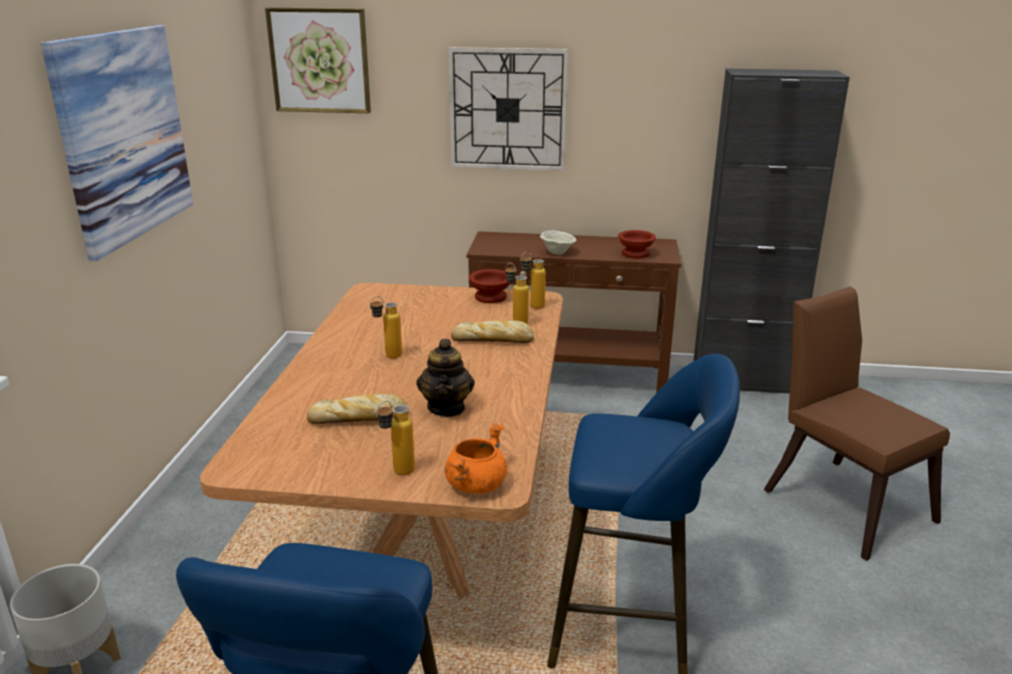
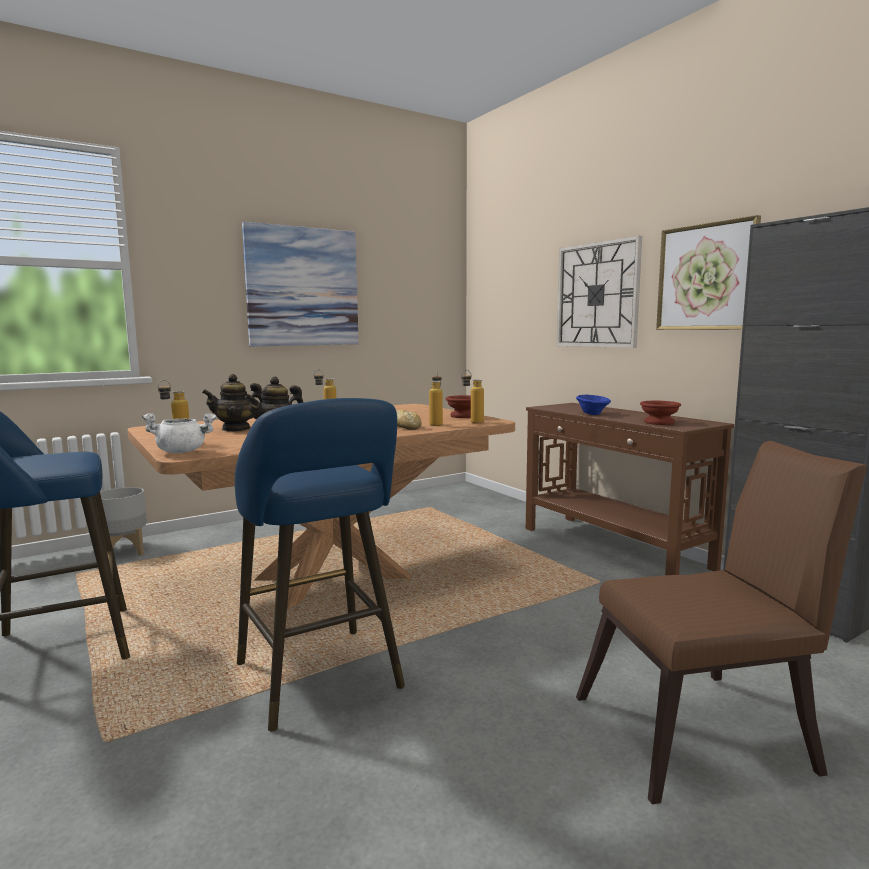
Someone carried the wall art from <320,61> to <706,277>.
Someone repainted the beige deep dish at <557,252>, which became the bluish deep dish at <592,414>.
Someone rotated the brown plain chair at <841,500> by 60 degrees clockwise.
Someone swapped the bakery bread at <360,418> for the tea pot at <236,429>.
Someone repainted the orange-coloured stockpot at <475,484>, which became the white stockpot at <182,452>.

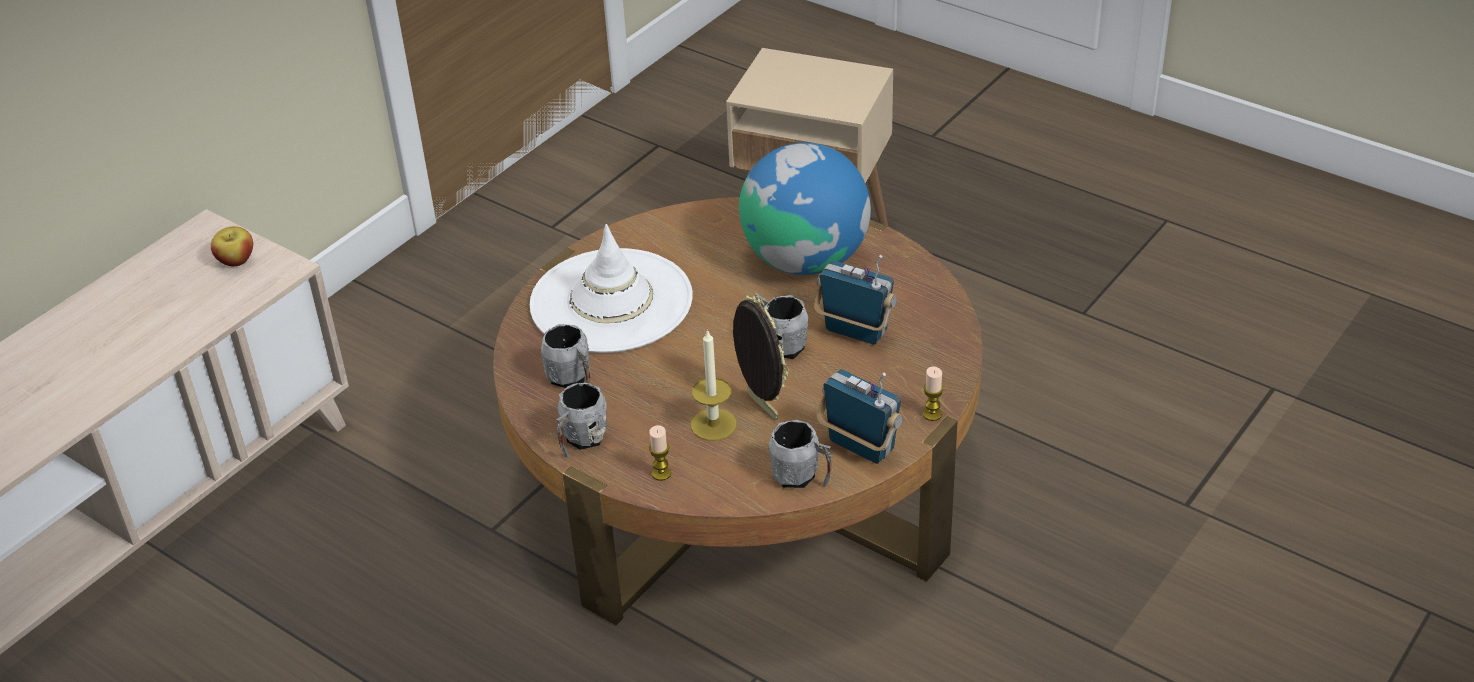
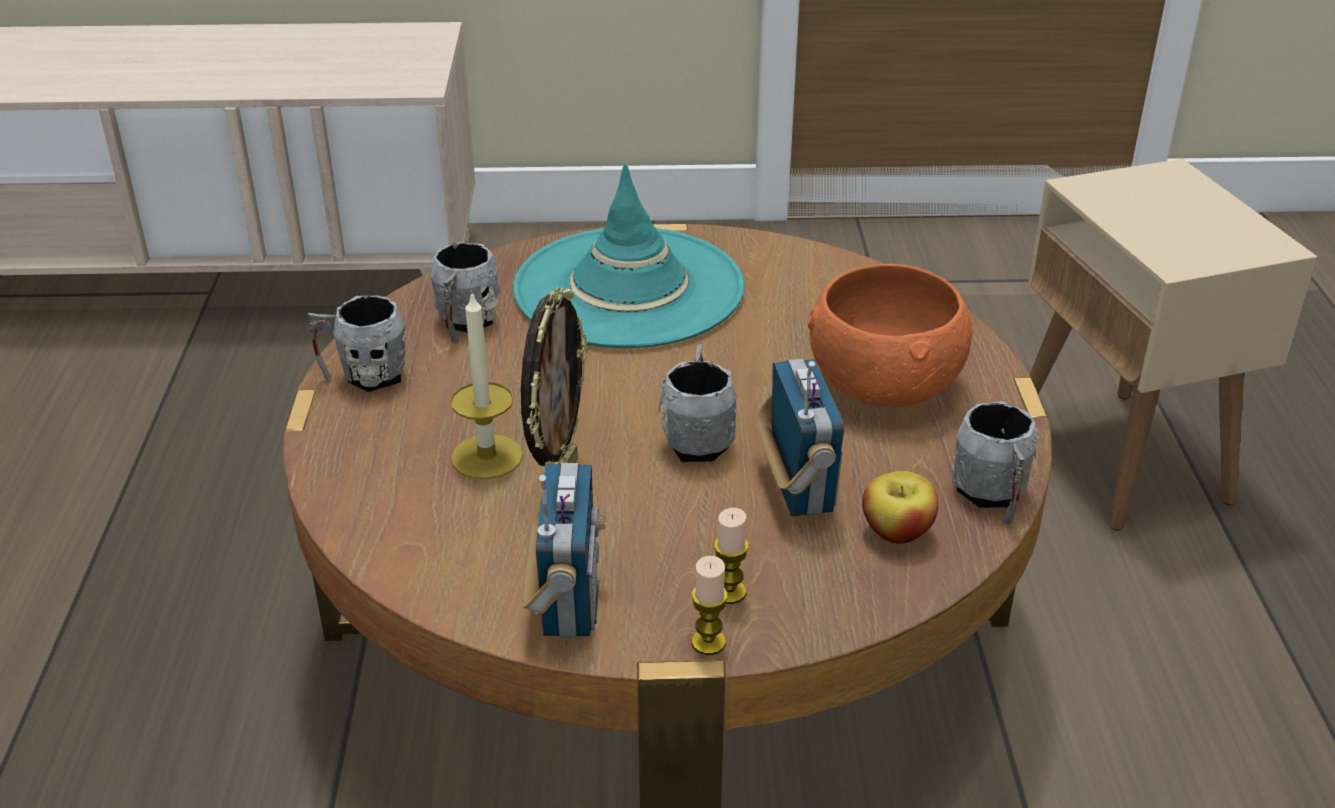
Someone swapped the globe at <805,259> for the orange-coloured deep dish at <886,383>.
Someone repainted the white wearable hat at <611,301>, which became the turquoise-coloured wearable hat at <629,288>.
Someone carried the whole apple from <236,260> to <897,531>.
Someone carried the grey coffee mug from <801,477> to <992,497>.
Someone carried the wax candle from <661,473> to <729,592>.

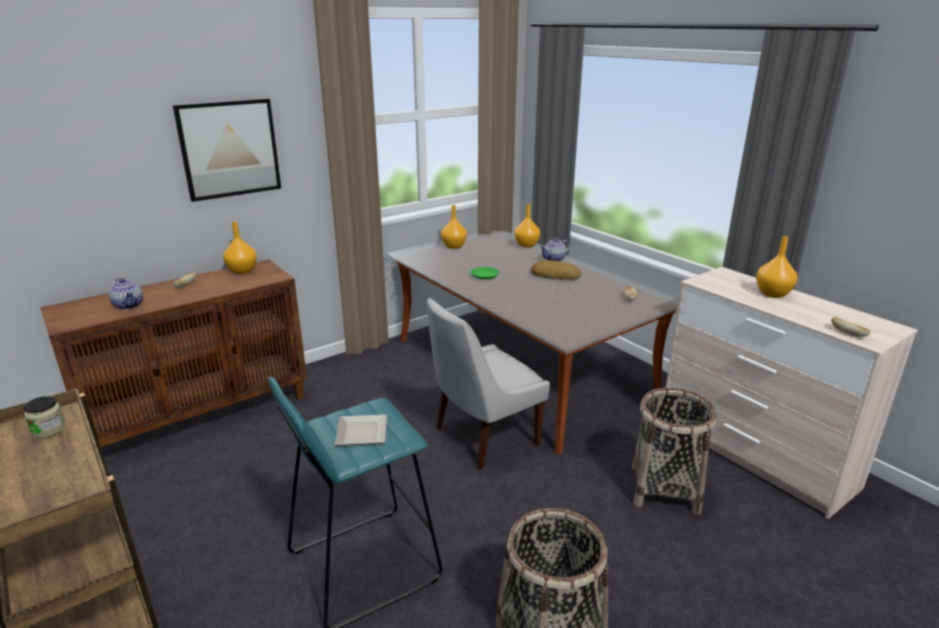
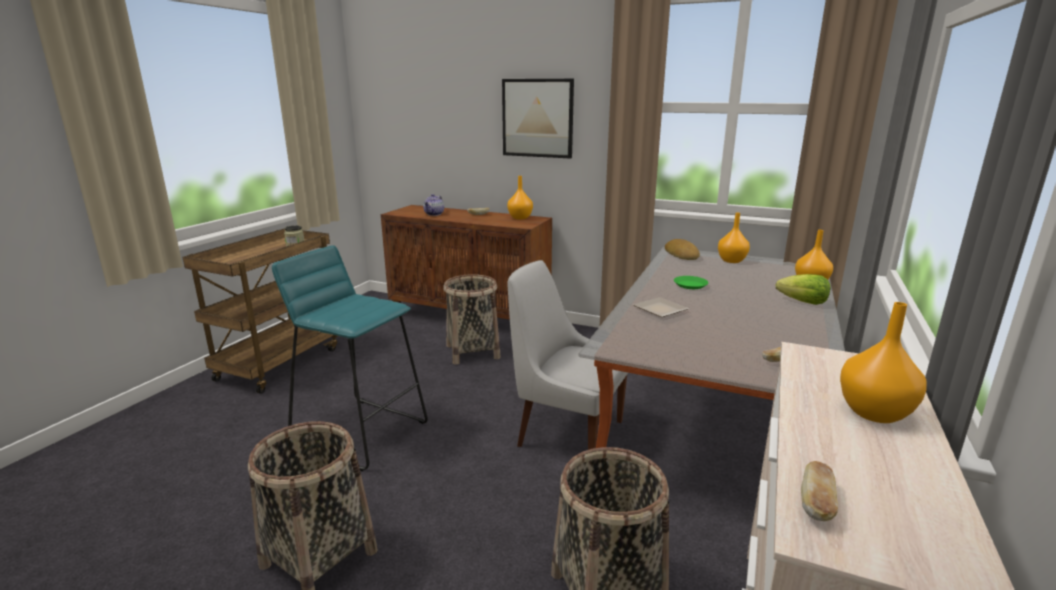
Someone swapped the tea pot at <554,259> for the lettuce at <803,302>.
Someone carried the bakery bread from <555,275> to <682,254>.
Someone carried the plate from <363,434> to <660,310>.
Someone put down the basket at <473,352>.

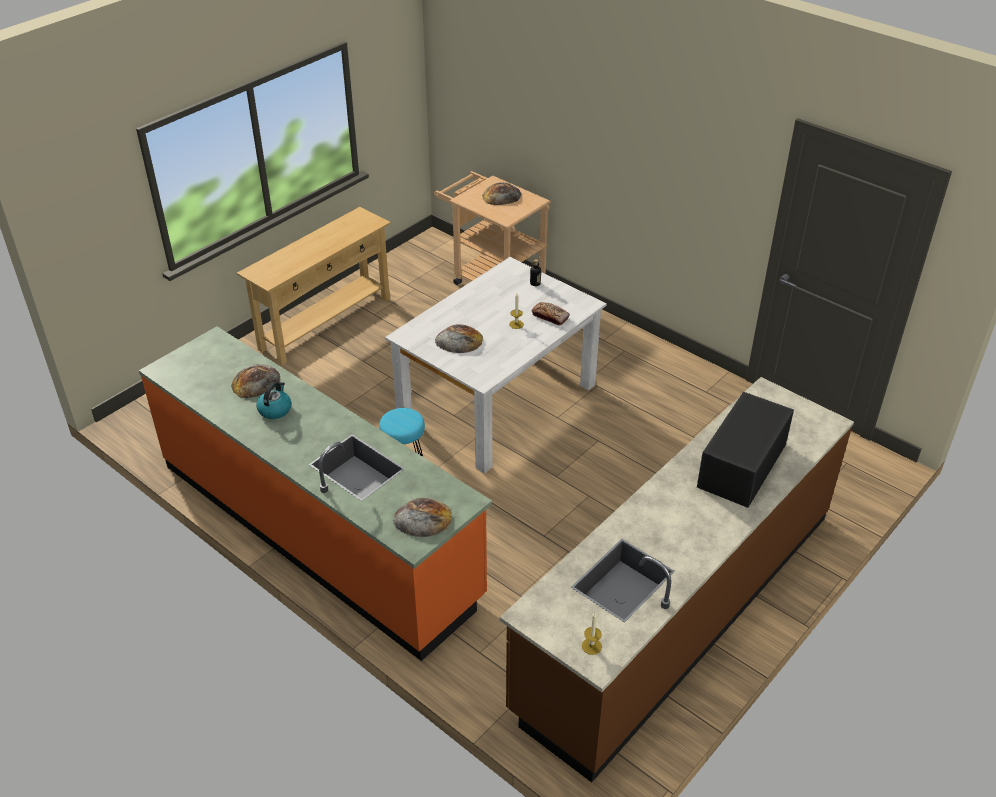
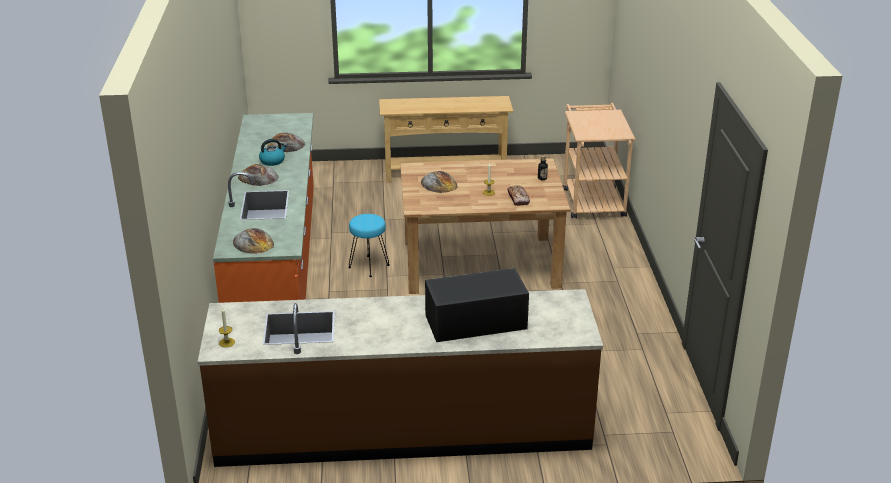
Someone carried the bakery bread from <501,196> to <258,177>.
Someone repainted the white dinner table at <497,402>, which became the brown dinner table at <479,264>.

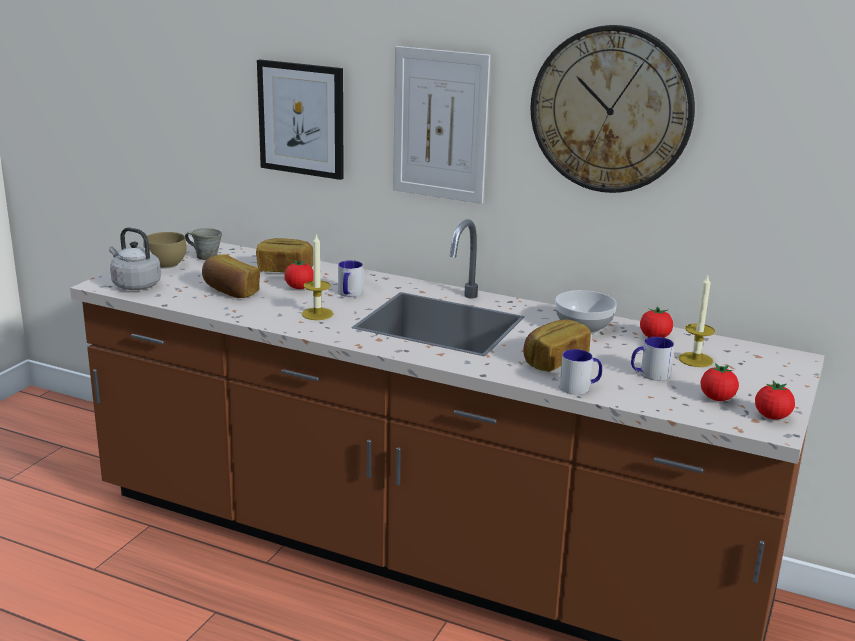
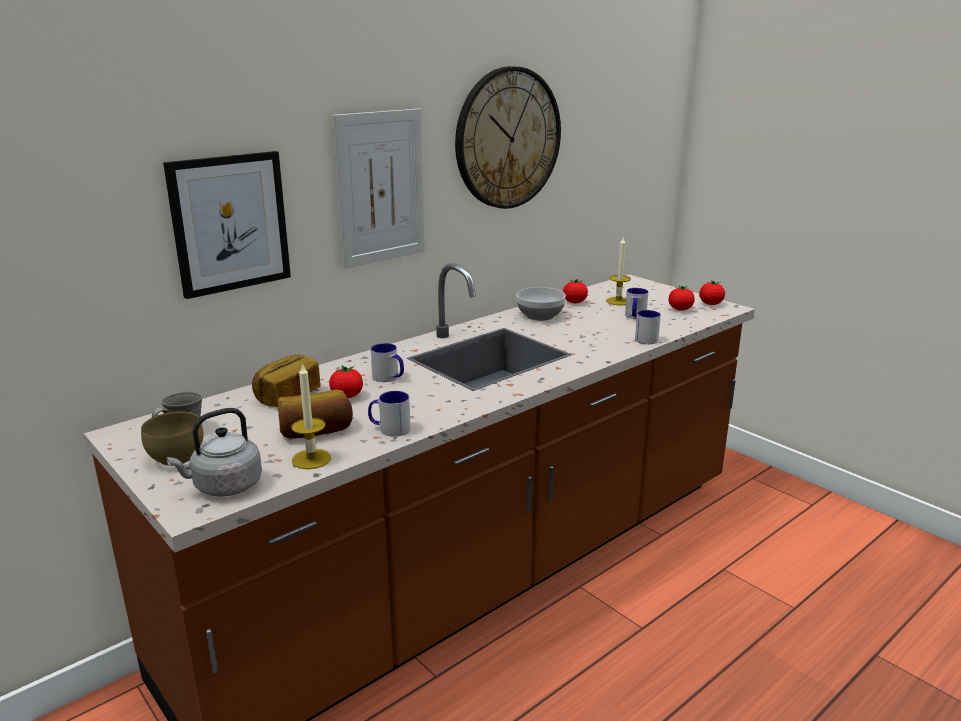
Someone carried the wax candle from <317,314> to <311,459>.
Someone took away the bakery bread at <554,361>.
Someone put down the coffee mug at <389,429>.

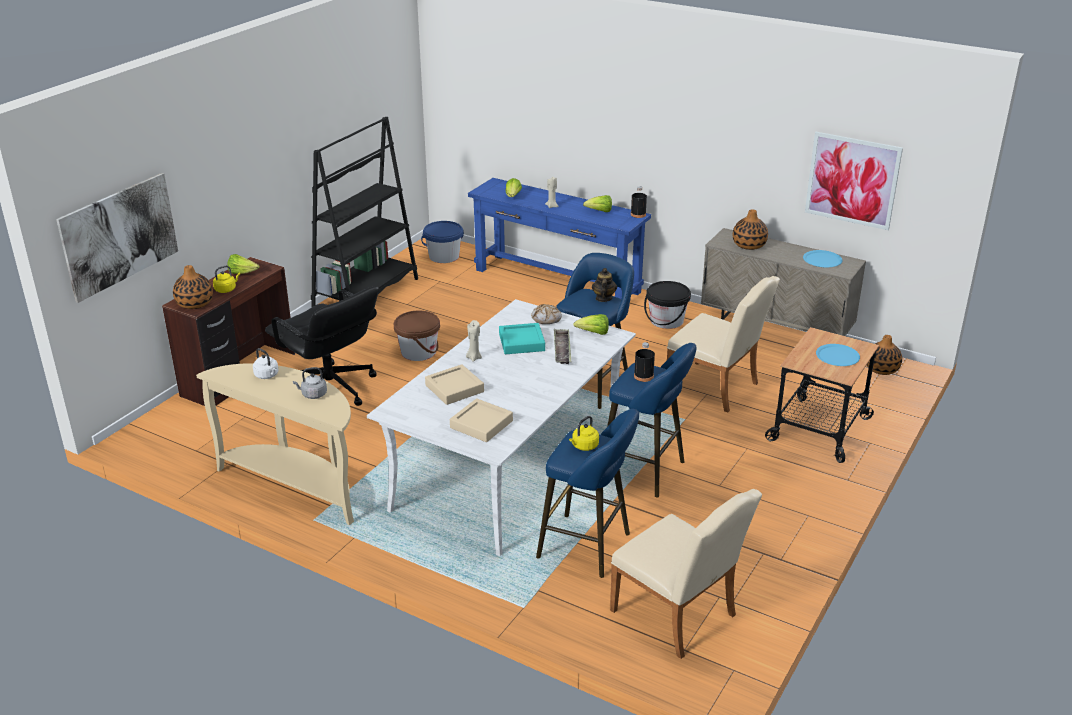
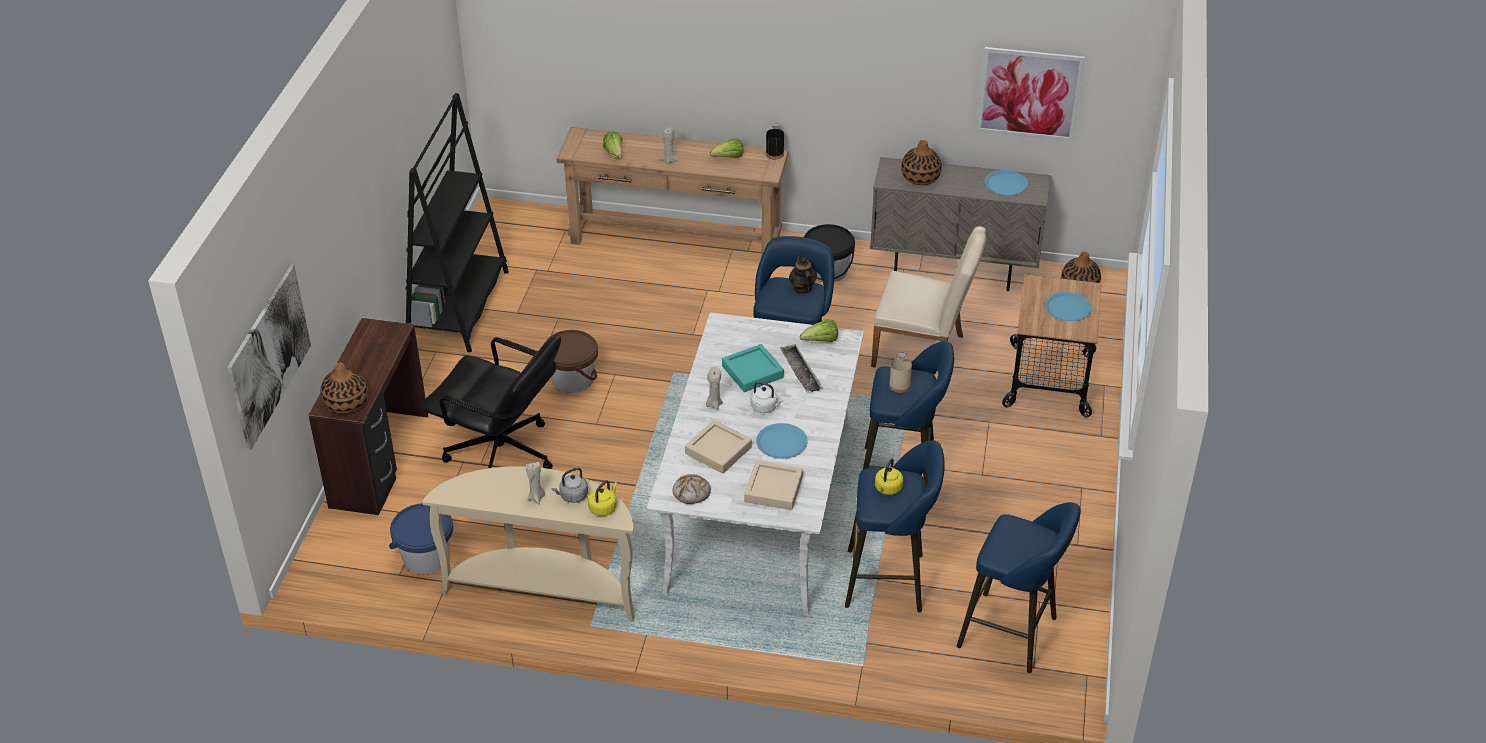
Someone repainted the bluish console table at <557,281>, which became the brown console table at <675,240>.
Someone carried the bluish pail from <444,256> to <426,557>.
Someone took away the lettuce at <242,273>.
Someone carried the yellow water kettle from <226,289> to <603,507>.
Someone carried the bakery bread from <546,318> to <691,493>.
Someone repainted the blackish bottle at <643,376>, which became the beige bottle at <899,386>.
Someone carried the white water kettle from <267,375> to <765,407>.
Someone swapped the beige plain chair at <679,617> for the bluish stool at <1013,634>.
Someone put down the bluish plate at <781,442>.
Someone put down the beige wax candle at <537,497>.

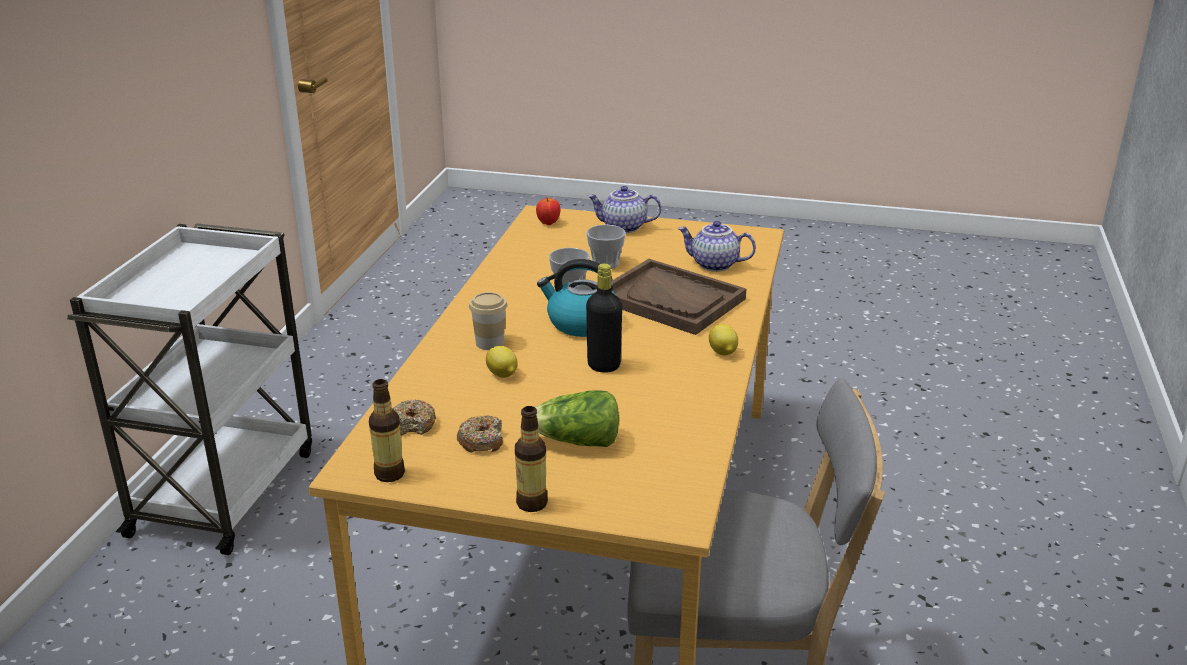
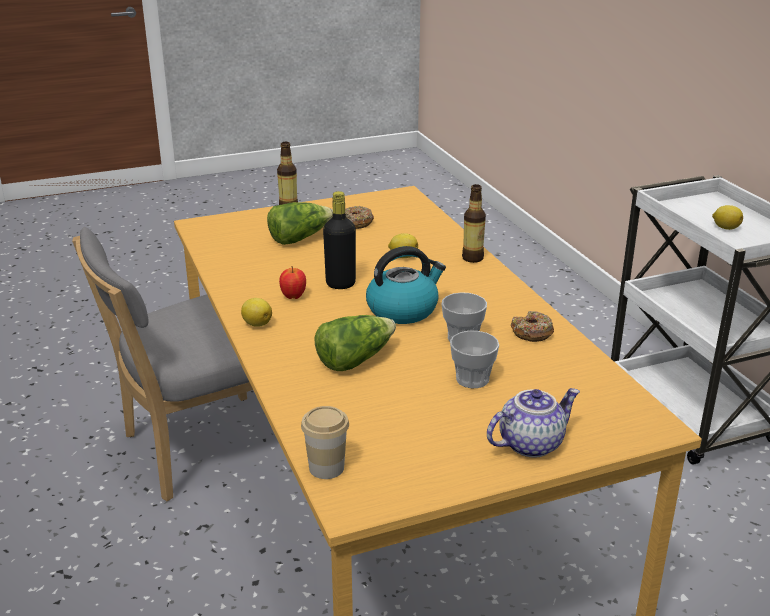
Someone carried the whole apple from <548,223> to <293,297>.
Someone took away the tea pot at <714,265>.
Someone swapped the brown carrying tray at <671,300> for the lettuce at <354,359>.
Someone carried the drinking cup from <490,343> to <326,468>.
Someone carried the bottle from <389,474> to <472,258>.
Someone carried the doughnut from <413,425> to <532,333>.
Someone put down the whole lemon at <725,228>.

